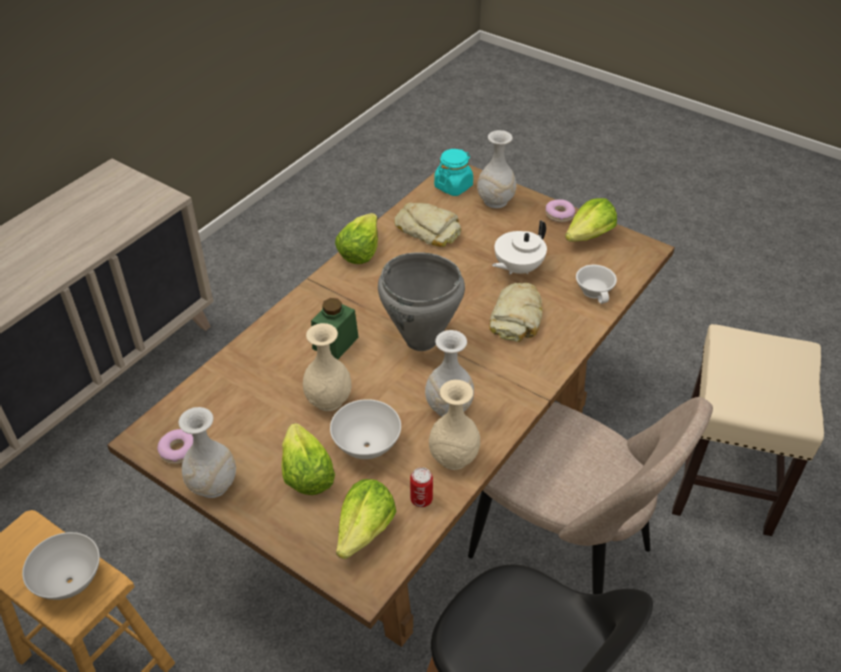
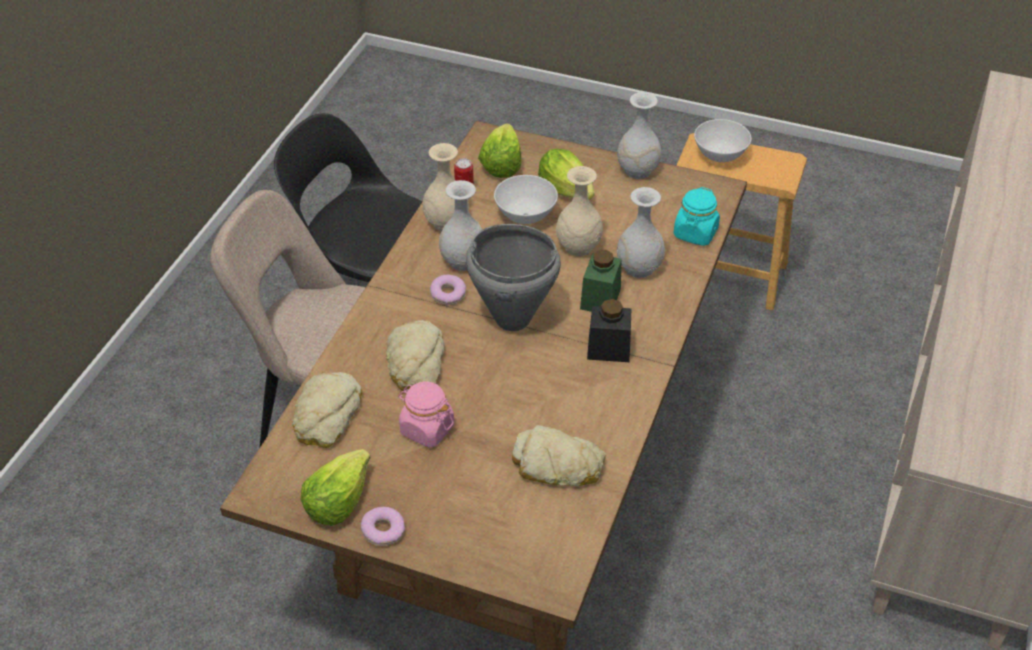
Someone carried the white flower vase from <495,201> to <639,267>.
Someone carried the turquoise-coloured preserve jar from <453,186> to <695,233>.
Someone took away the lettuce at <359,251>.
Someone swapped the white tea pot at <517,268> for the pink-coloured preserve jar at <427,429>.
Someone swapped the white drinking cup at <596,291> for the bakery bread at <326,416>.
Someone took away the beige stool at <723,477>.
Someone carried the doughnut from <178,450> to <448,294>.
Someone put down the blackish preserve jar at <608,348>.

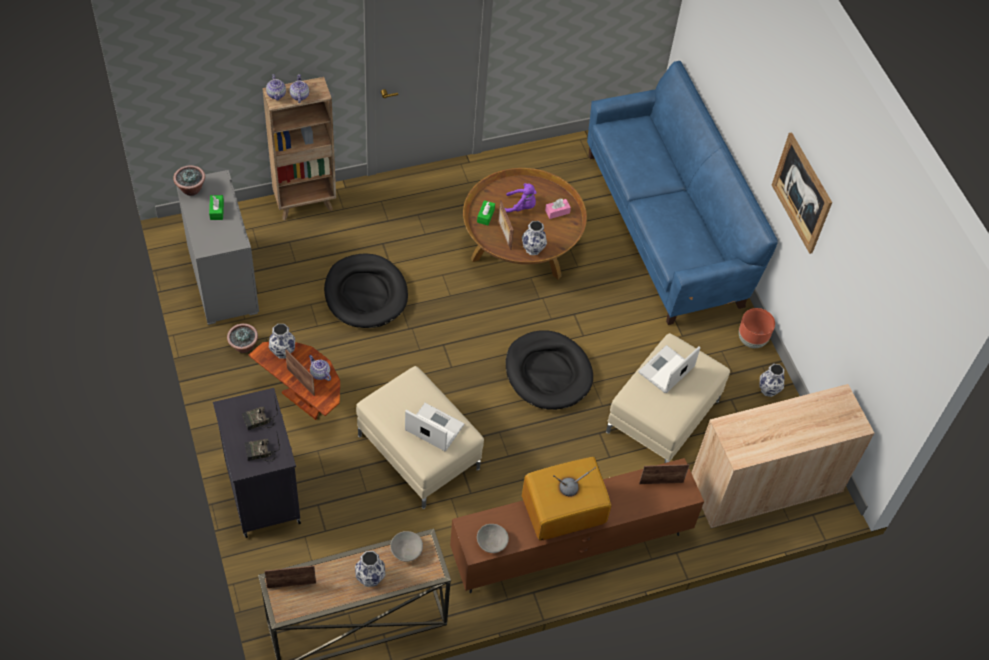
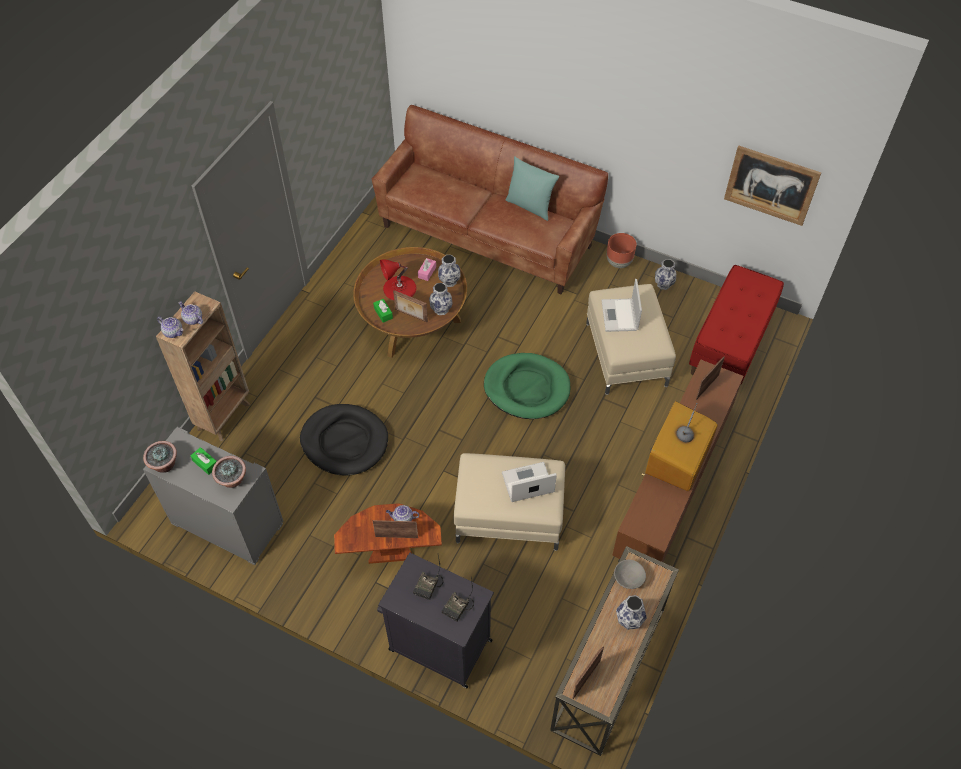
Someone repainted the bluish sofa at <664,228>, which became the brown sofa at <487,235>.
Someone carried the wall art from <802,193> to <771,185>.
Someone swapped the purple-coloured cuddly toy at <521,207> for the reddish tabletop lamp at <399,288>.
Someone carried the potted plant from <244,346> to <232,480>.
Someone carried the flower vase from <282,351> to <449,281>.
Someone repainted the blackish dog cushion at <548,373>, which became the greenish dog cushion at <527,388>.
Someone swapped the beige cabinet at <765,486> for the reddish long seat at <730,344>.
Someone took away the grey deep dish at <492,542>.
Someone put down the turquoise-coloured pillow at <530,206>.

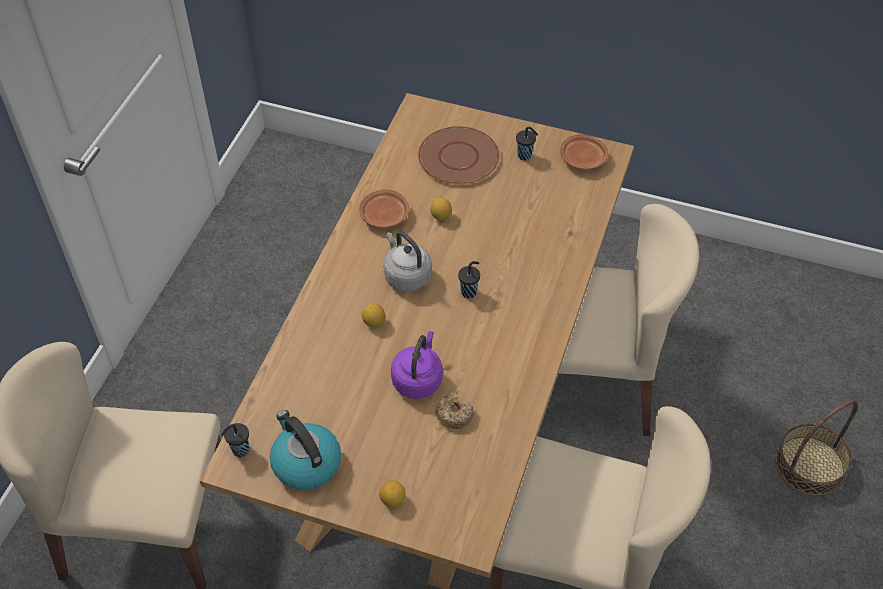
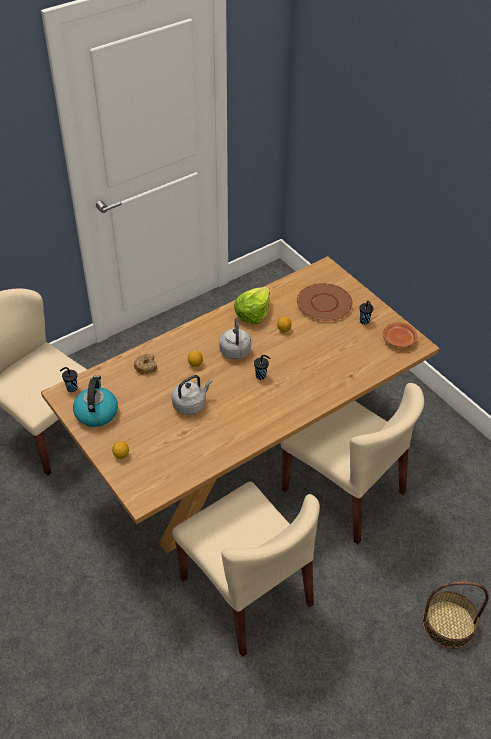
Someone swapped the brown plate at <384,216> for the lettuce at <252,313>.
Someone repainted the purple-coloured water kettle at <418,379>, which became the grey water kettle at <191,404>.
Someone carried the doughnut from <454,415> to <146,366>.

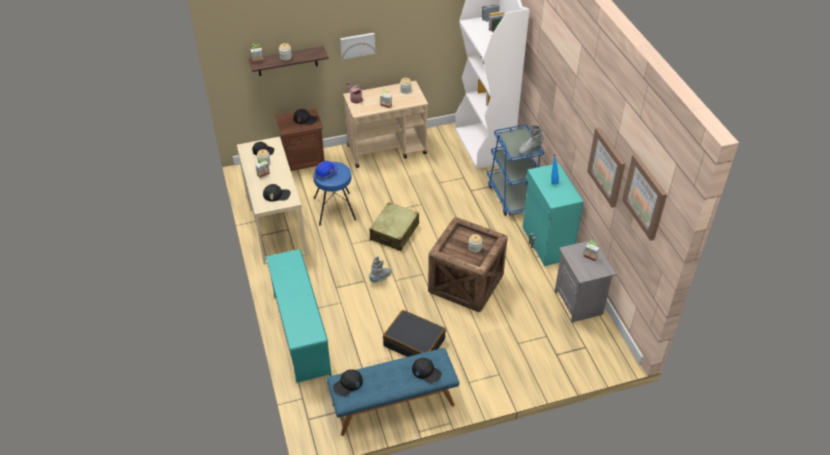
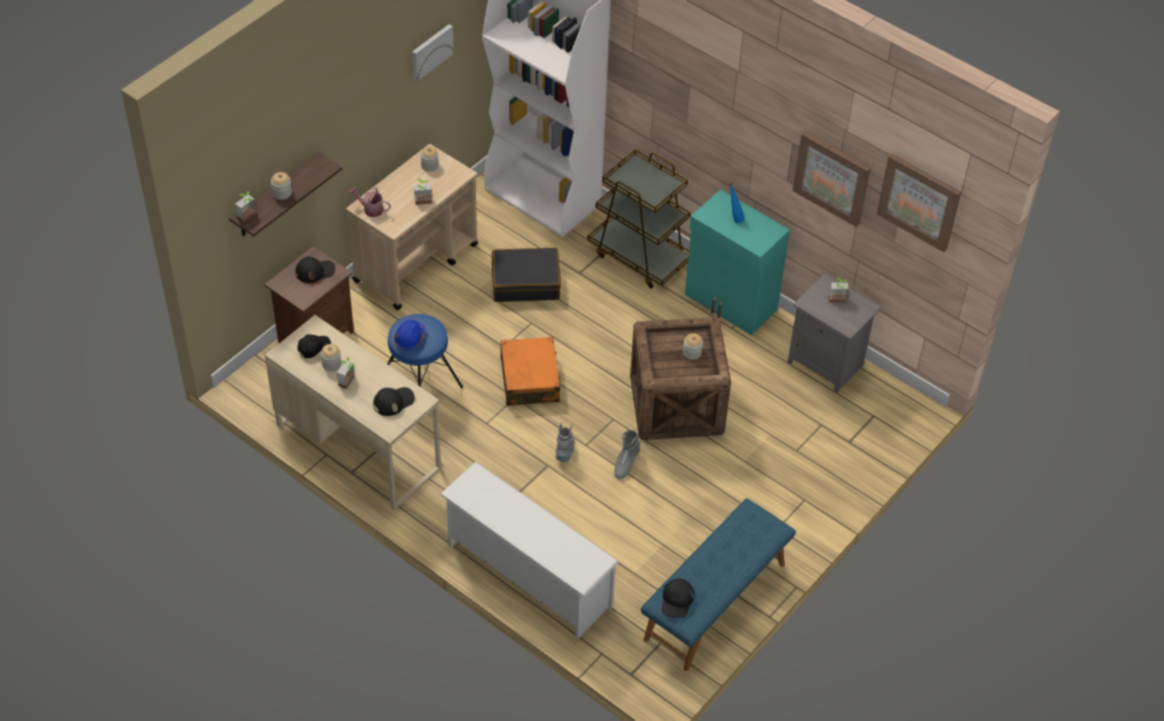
Someone carried the wall art from <357,45> to <431,51>.
Someone repainted the bluish trolley at <513,196>, which became the brown trolley at <640,256>.
Someone carried the grey boot from <530,149> to <625,463>.
Someone repainted the beige piece of luggage at <394,232>, which became the orange-coloured piece of luggage at <529,379>.
Someone repainted the turquoise-coloured shoe stand at <300,333>, which became the white shoe stand at <526,576>.
Someone carried the blackish piece of luggage from <414,342> to <525,282>.
Someone took away the blackish cap at <426,372>.

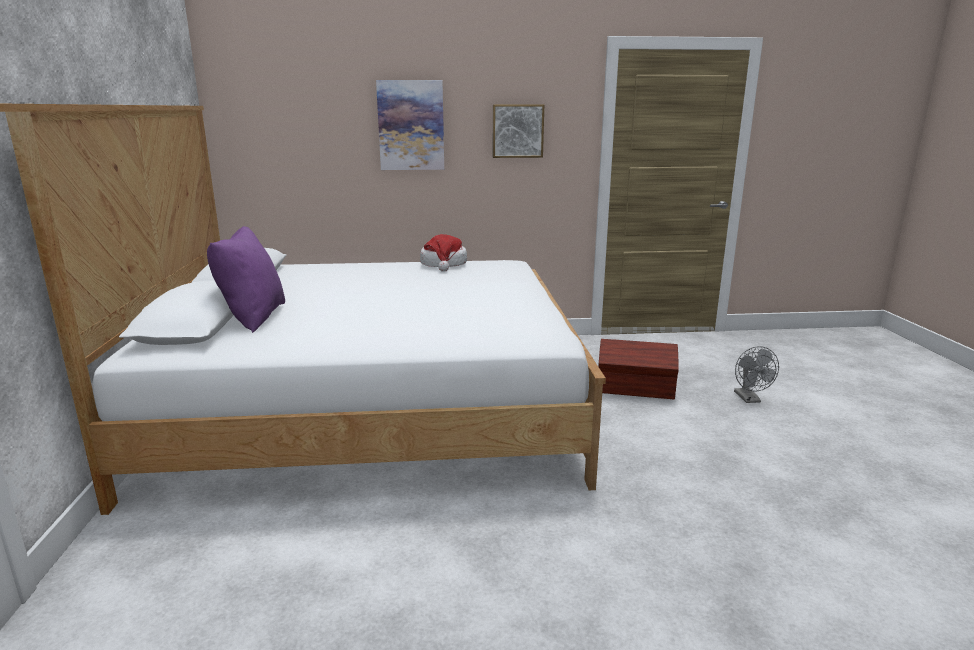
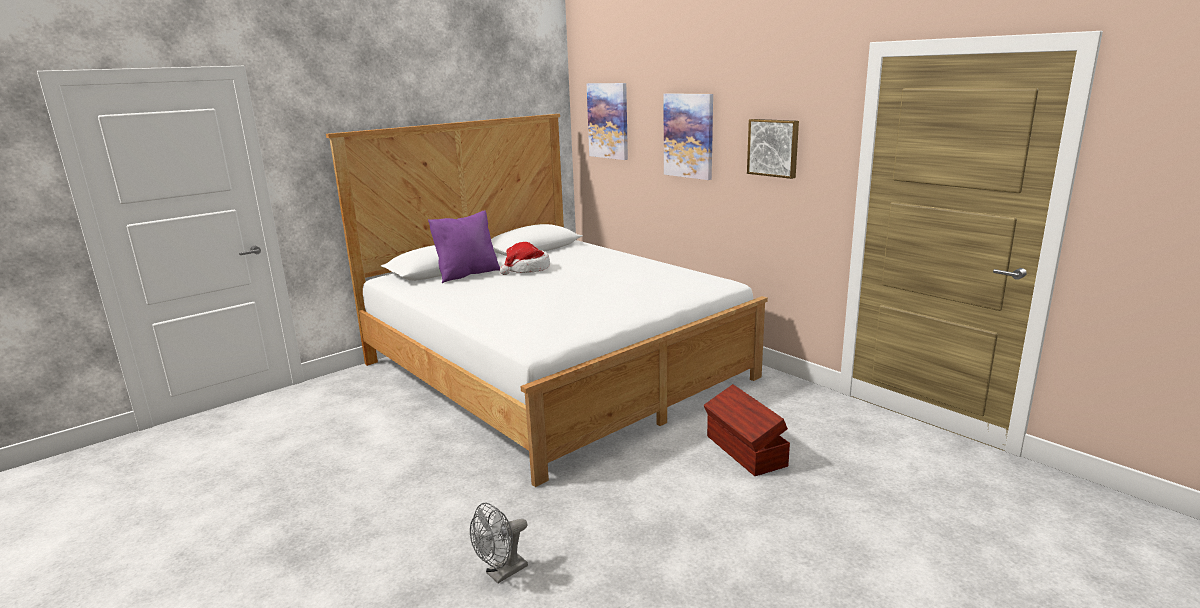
Someone carried the wearable hat from <444,264> to <527,269>.
Someone carried the grey electric fan from <749,399> to <502,573>.
Someone put up the wall art at <608,121>.

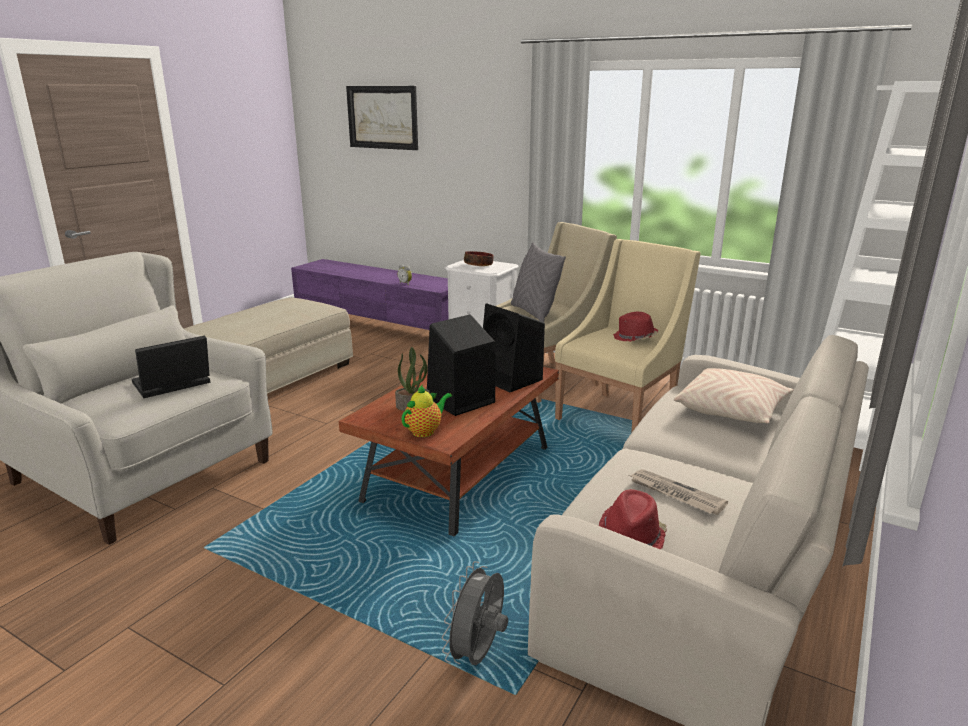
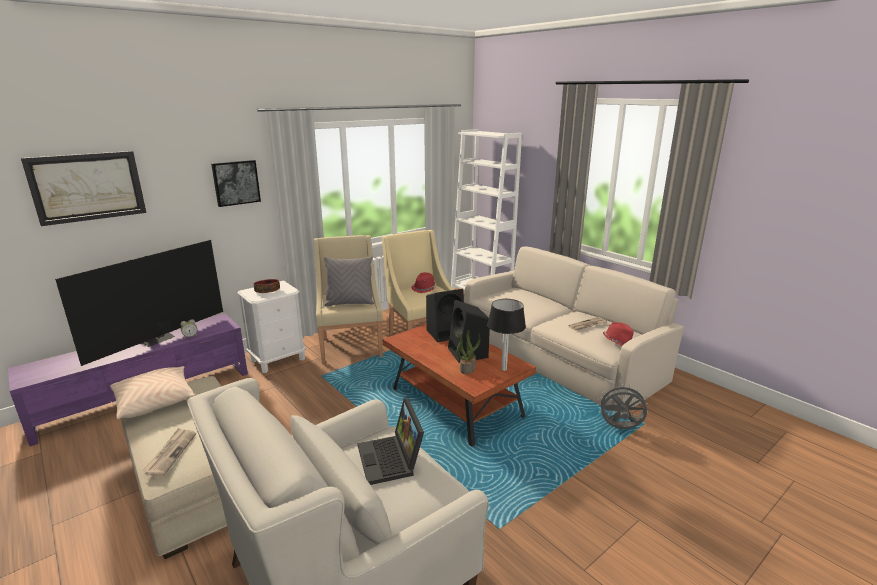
Someone carried the beige pillow from <732,411> to <155,401>.
Someone swapped the tea pot at <425,431> for the tabletop lamp at <504,369>.
Someone rotated the grey electric fan at <478,655> by 150 degrees clockwise.
Someone put up the wall art at <236,182>.
Someone put down the TV set at <157,339>.
Someone put down the daily paper at <171,453>.

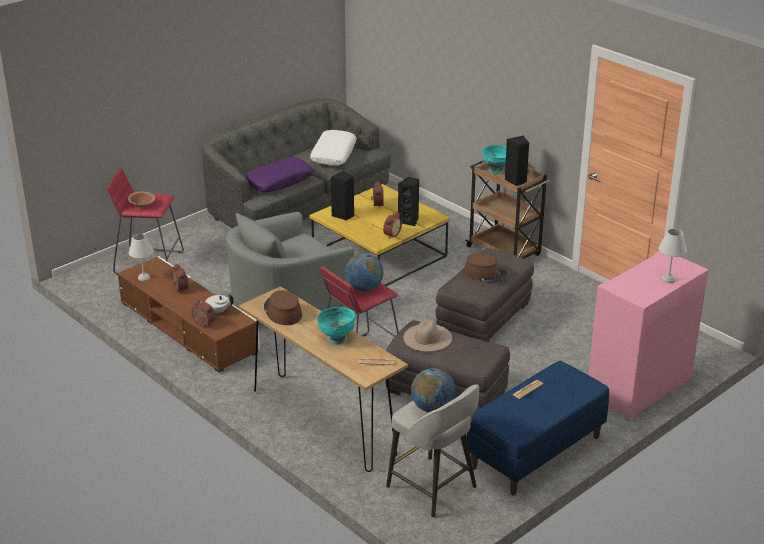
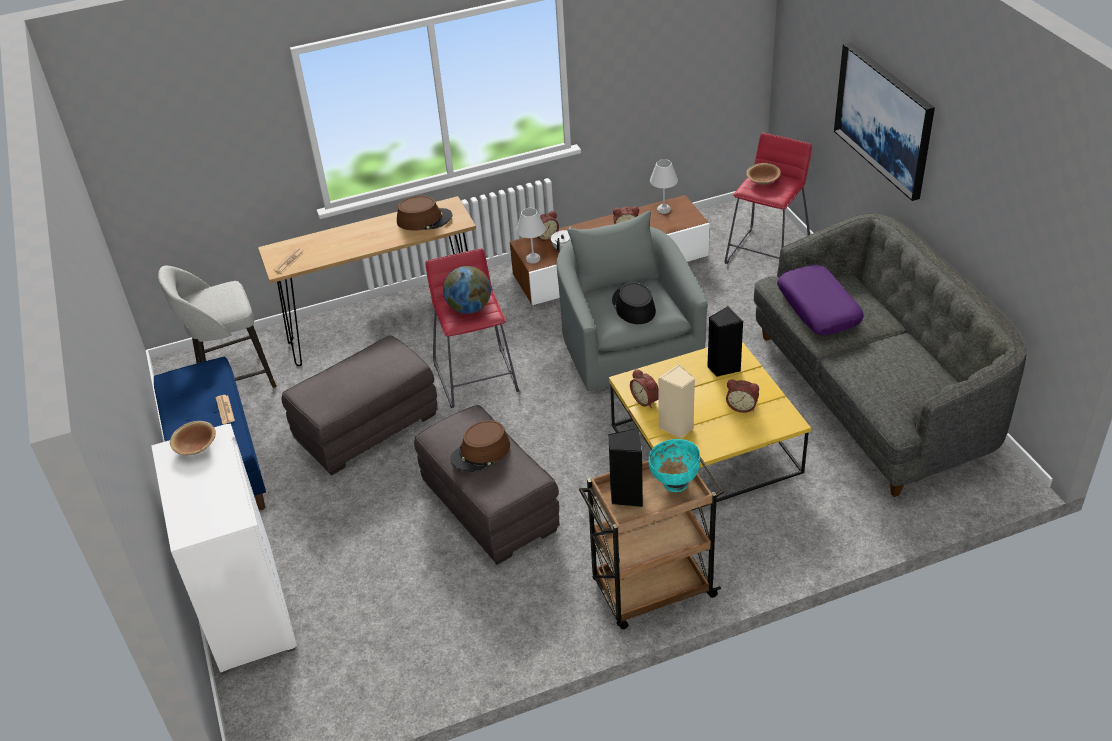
Someone took away the white pillow at <333,154>.
Someone repainted the blackish loudspeaker at <409,221>, which became the beige loudspeaker at <677,427>.
Someone carried the white tabletop lamp from <668,279> to <534,259>.
Someone repainted the pink-coloured cabinet at <639,388>, which became the white cabinet at <245,607>.
Someone took away the turquoise-coloured deep dish at <337,339>.
Someone took away the beige wearable hat at <427,337>.
Someone took away the globe at <432,408>.
Someone put up the wall art at <884,119>.
Someone put down the blackish wearable hat at <633,306>.
Someone put down the brown deep dish at <196,447>.

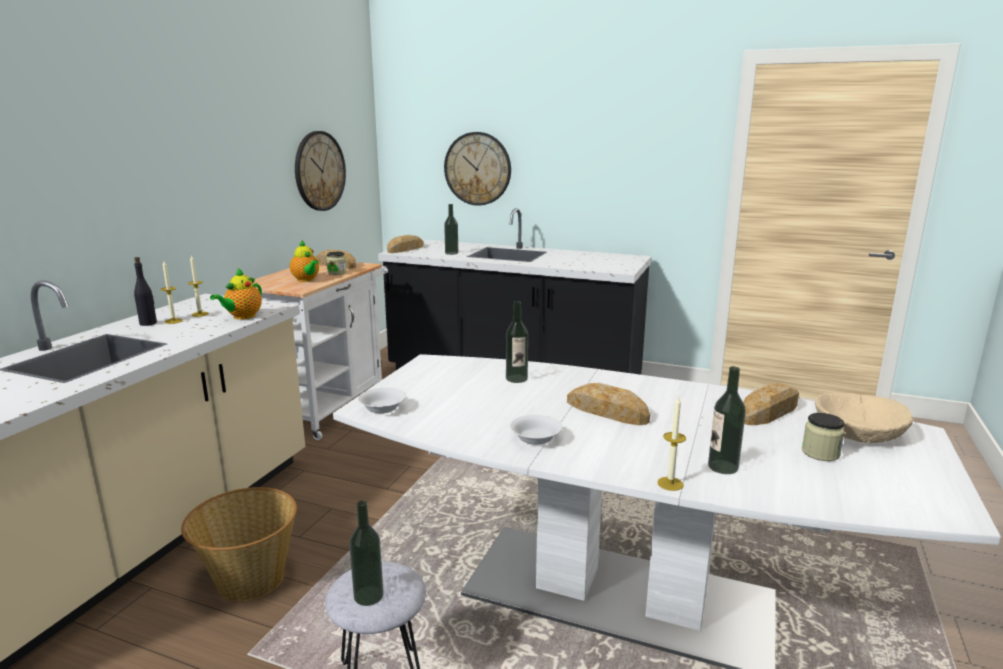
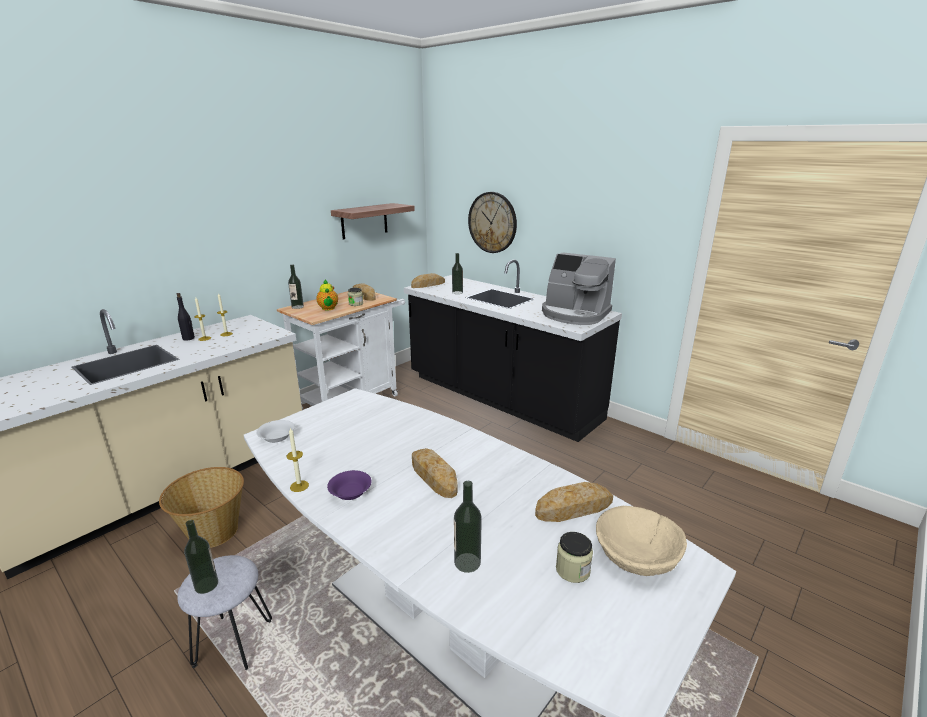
Someone swapped the wall clock at <319,171> for the bracket shelf at <364,221>.
Someone took away the tea pot at <242,317>.
Someone carried the bottle from <516,378> to <297,307>.
Someone carried the wax candle from <670,484> to <299,486>.
Someone repainted the white deep dish at <536,439>, which became the purple-coloured deep dish at <351,493>.
Someone put down the coffee brewer at <574,314>.

